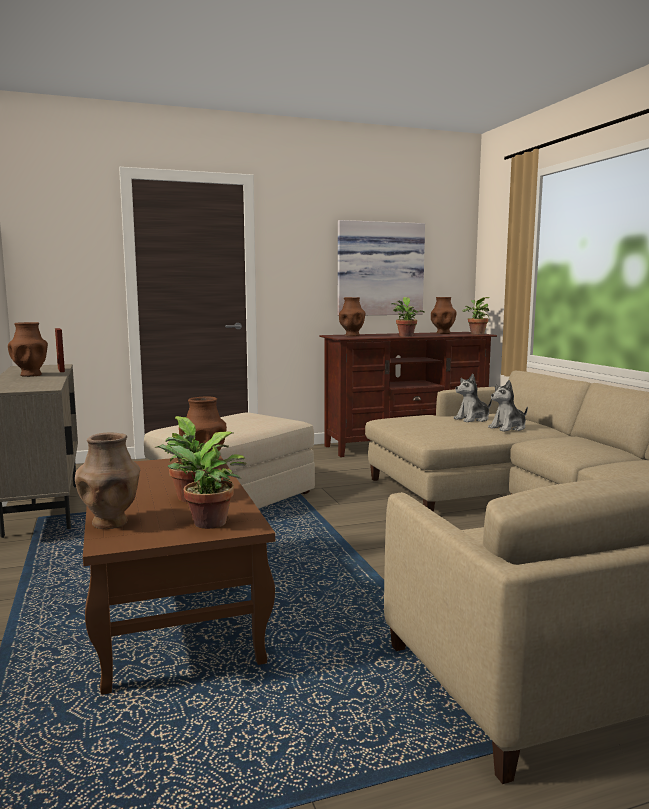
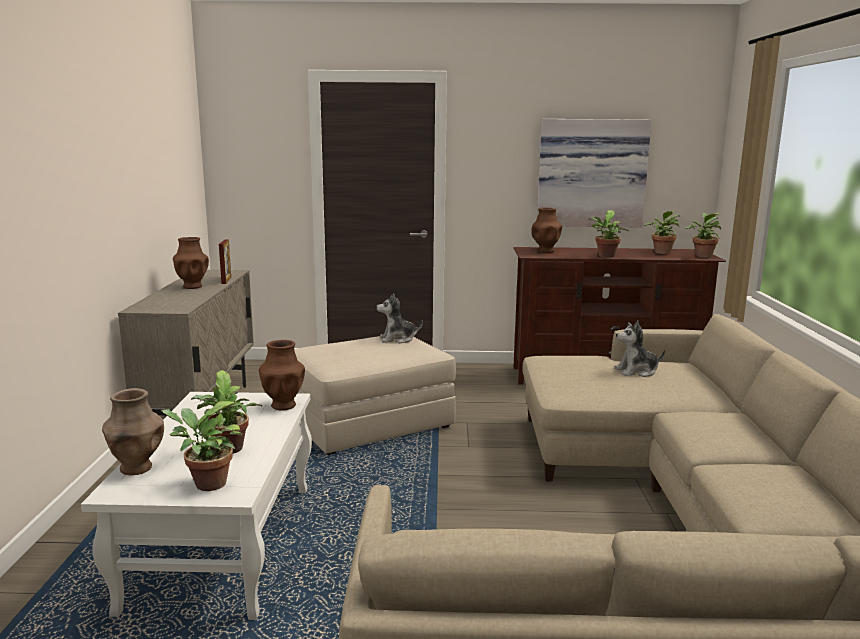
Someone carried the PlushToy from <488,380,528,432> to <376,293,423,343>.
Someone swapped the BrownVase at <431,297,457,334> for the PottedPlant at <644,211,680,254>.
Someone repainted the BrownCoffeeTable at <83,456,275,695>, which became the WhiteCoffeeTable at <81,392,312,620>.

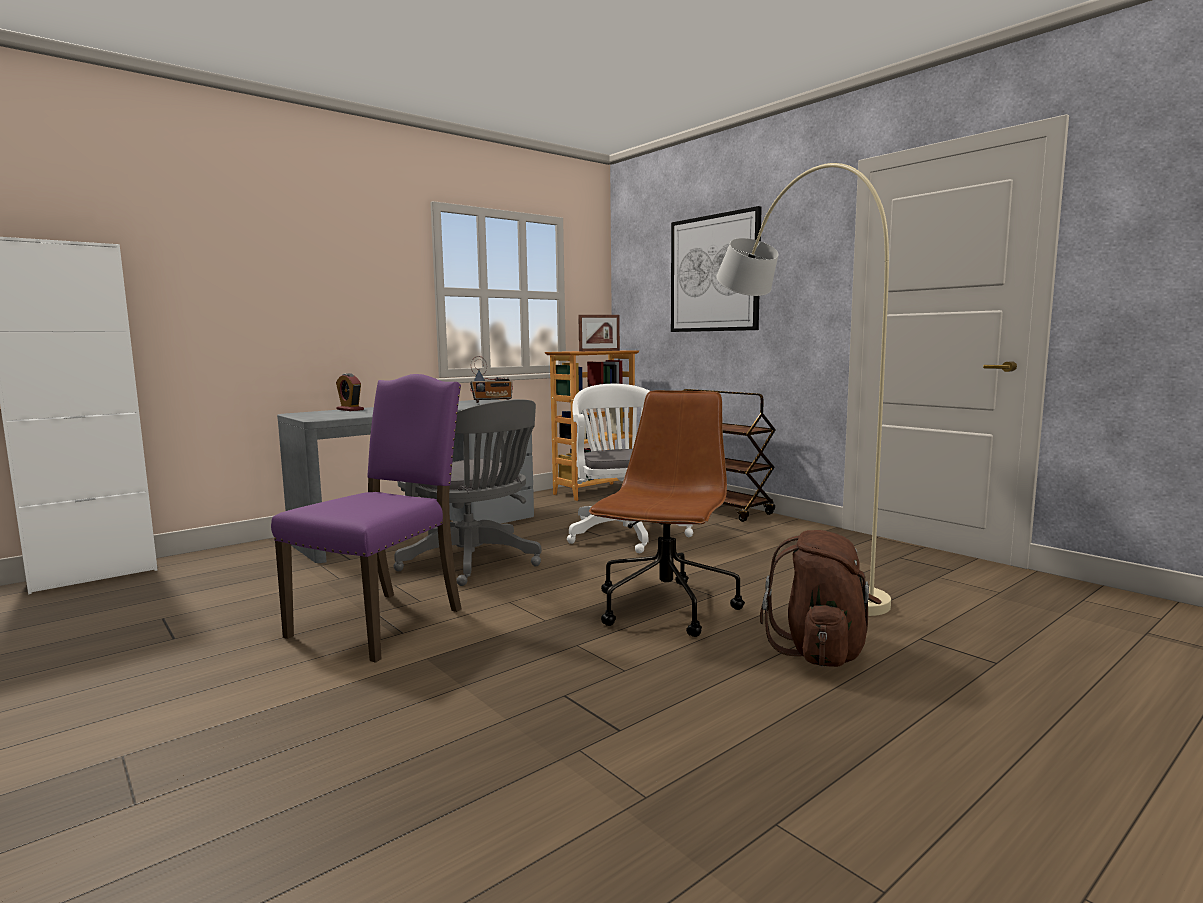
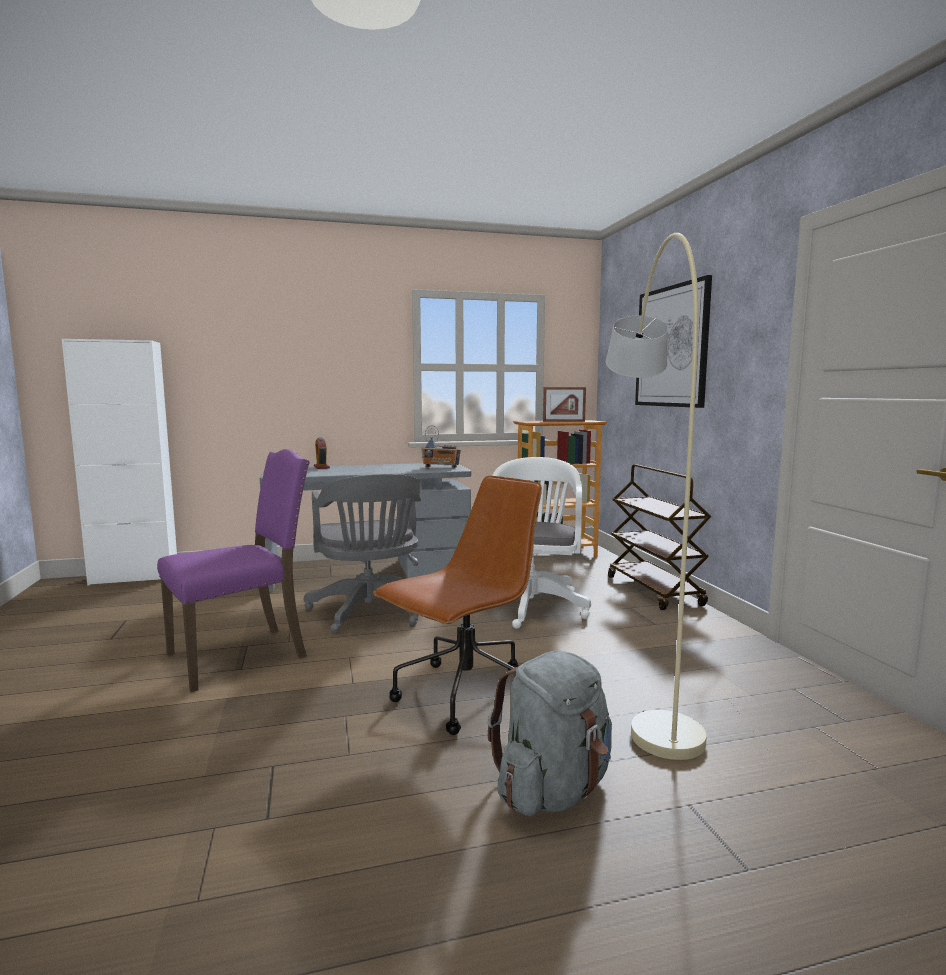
Someone repainted the BrownBackpack at <760,530,881,667>, which became the GreyBackpack at <488,650,612,816>.

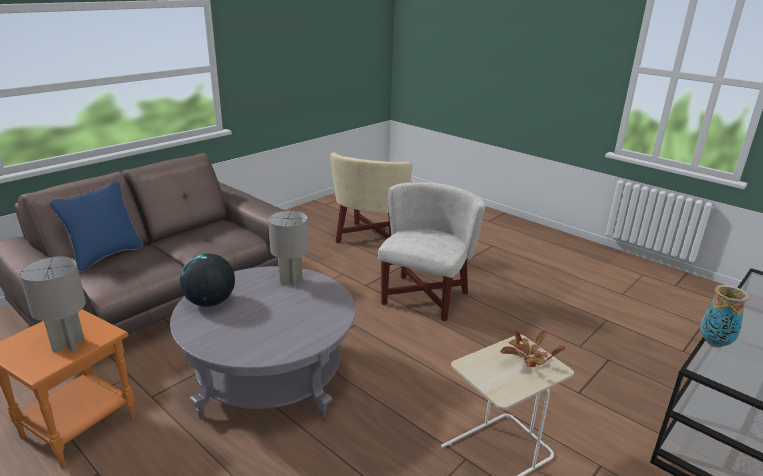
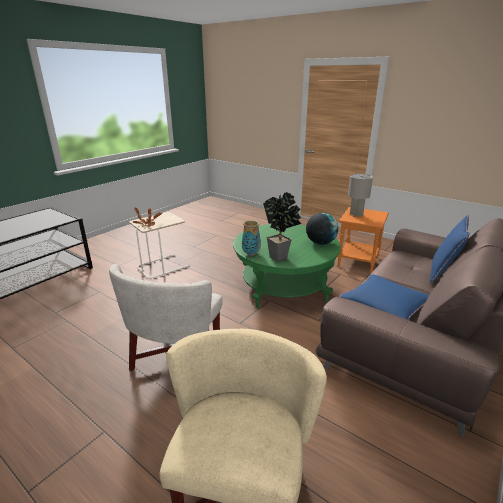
Someone put down the BluePillow at <339,274,429,320>.
Someone carried the Vase from <700,285,749,347> to <242,220,261,256>.
Someone swapped the GreyTableLamp at <268,210,309,287> for the PottedPlant at <263,192,301,262>.
Someone repainted the GreyCoffeeTable at <170,266,356,419>, which became the GreenCoffeeTable at <233,224,341,308>.

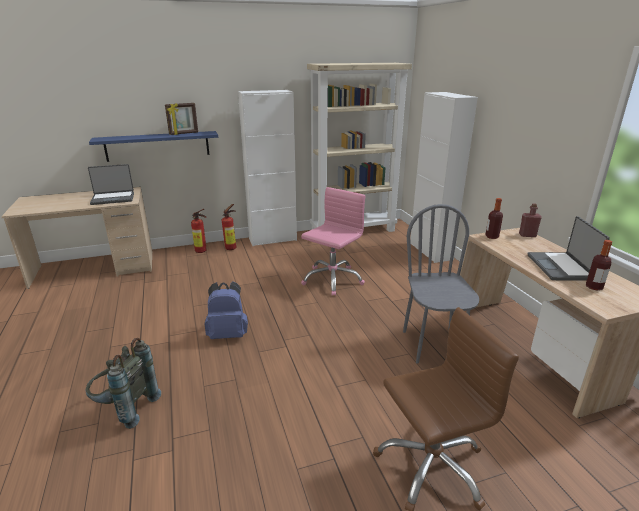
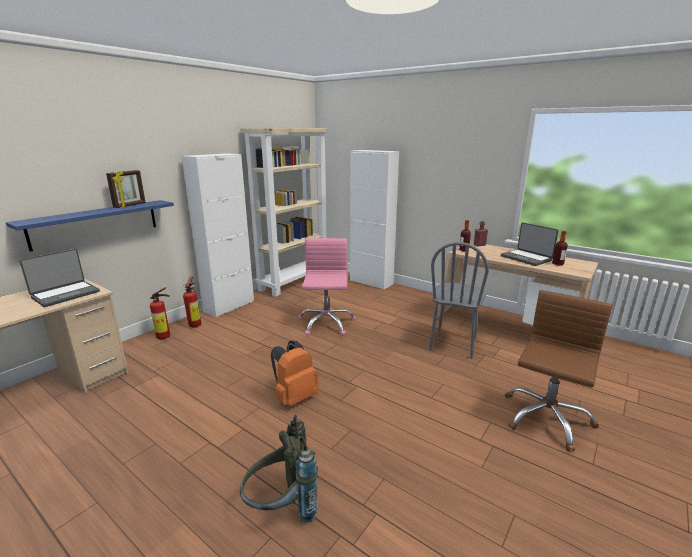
Someone repainted the BlueBackpack at <204,281,248,339>, which became the OrangeBackpack at <271,341,319,407>.
Someone rotated the GreyChair at <403,204,479,364> by 120 degrees counterclockwise.

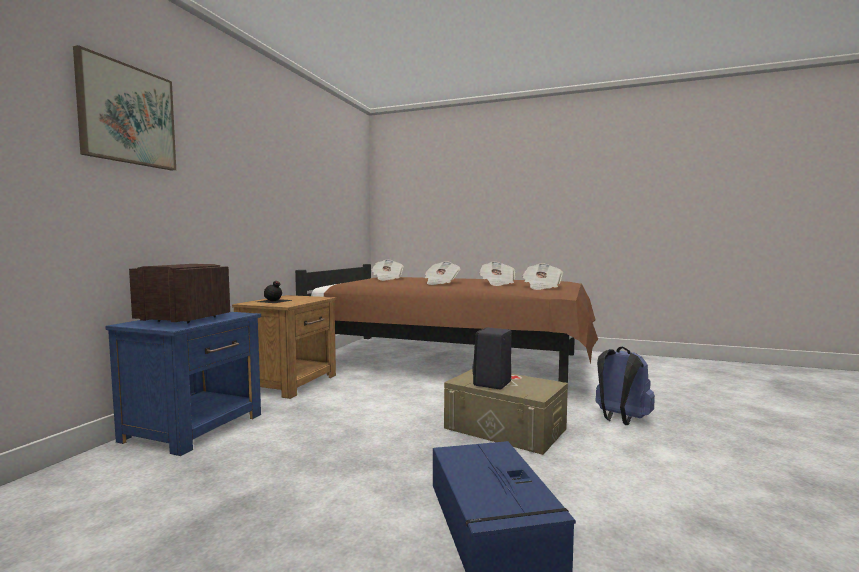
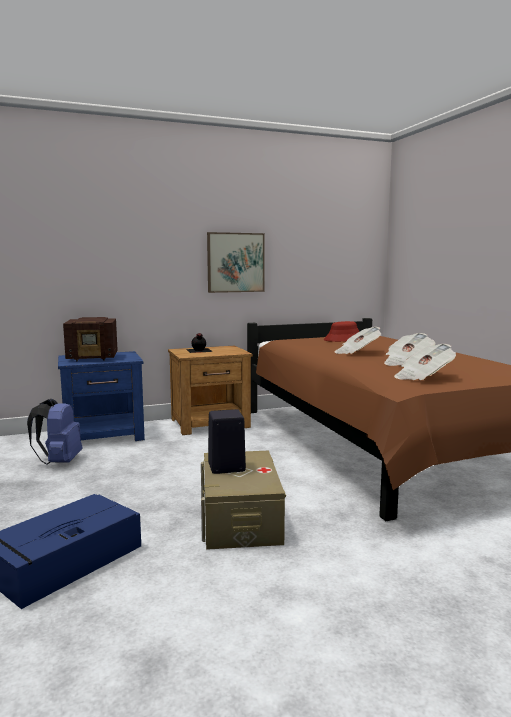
Someone carried the Picture from <73,45,176,170> to <207,232,265,293>.
Someone carried the BlueBackpack from <595,346,655,425> to <27,399,82,465>.
Someone swapped the Newspaper at <372,260,404,281> for the RedHat at <324,321,359,342>.
Someone rotated the Radio at <129,264,230,323> by 105 degrees clockwise.

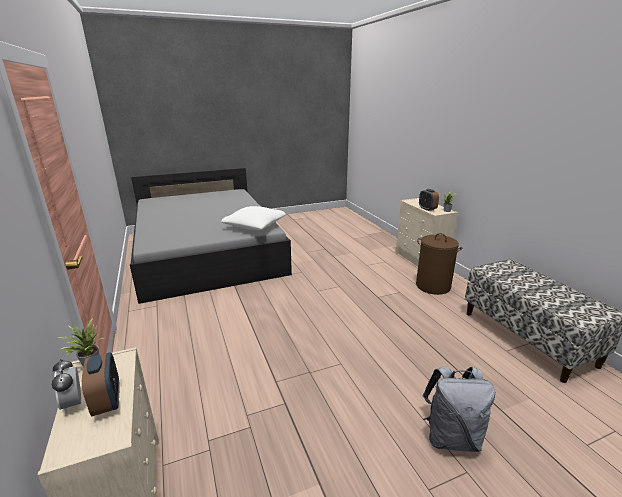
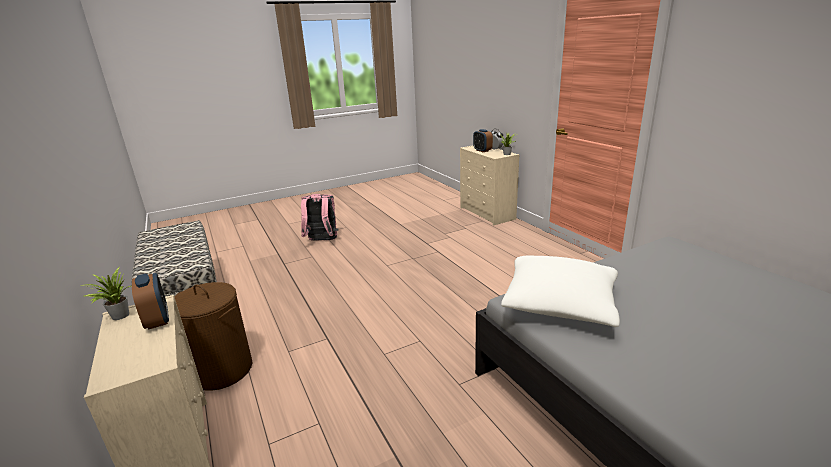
Someone repainted the GreyBackpack at <423,366,495,452>, which became the PinkBackpack at <301,194,338,241>.

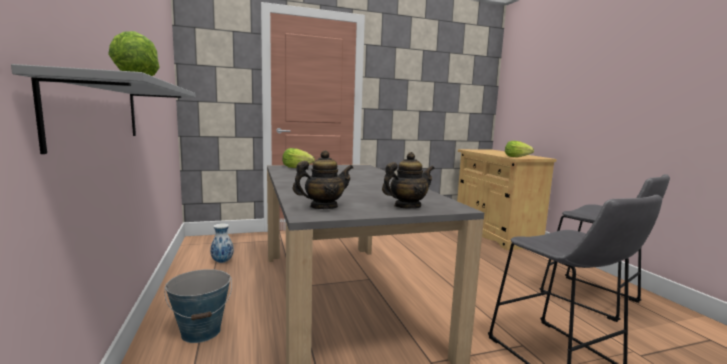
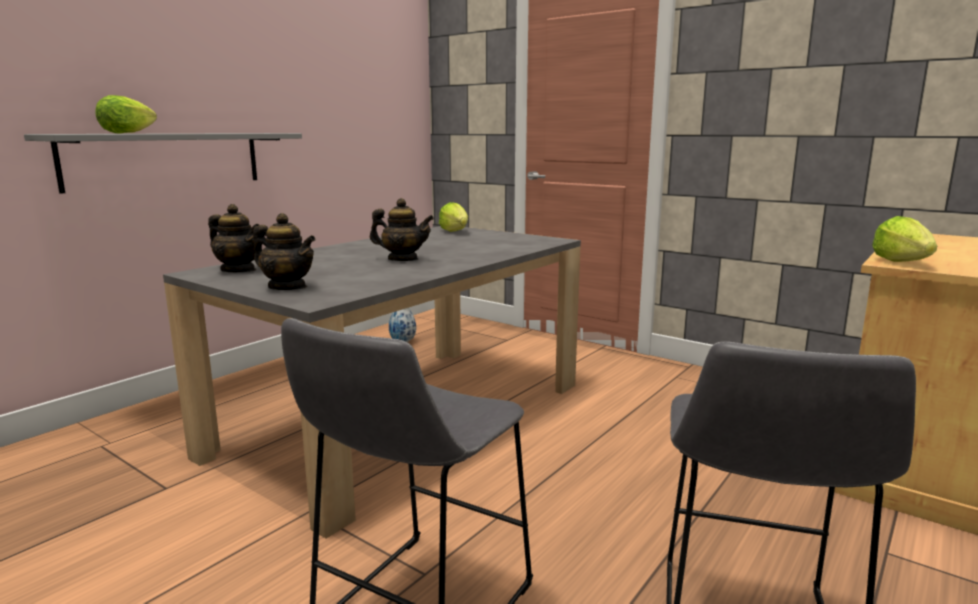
Someone took away the Bucket at <165,269,232,343>.
Someone put down the Teapot at <370,198,434,261>.

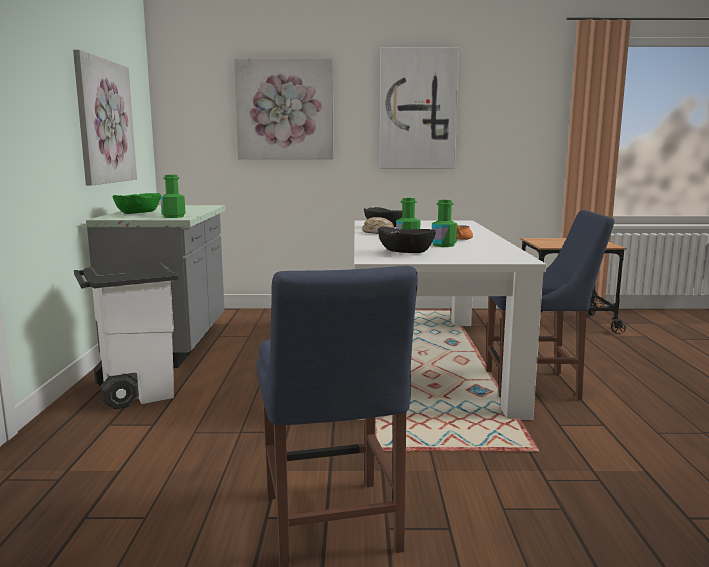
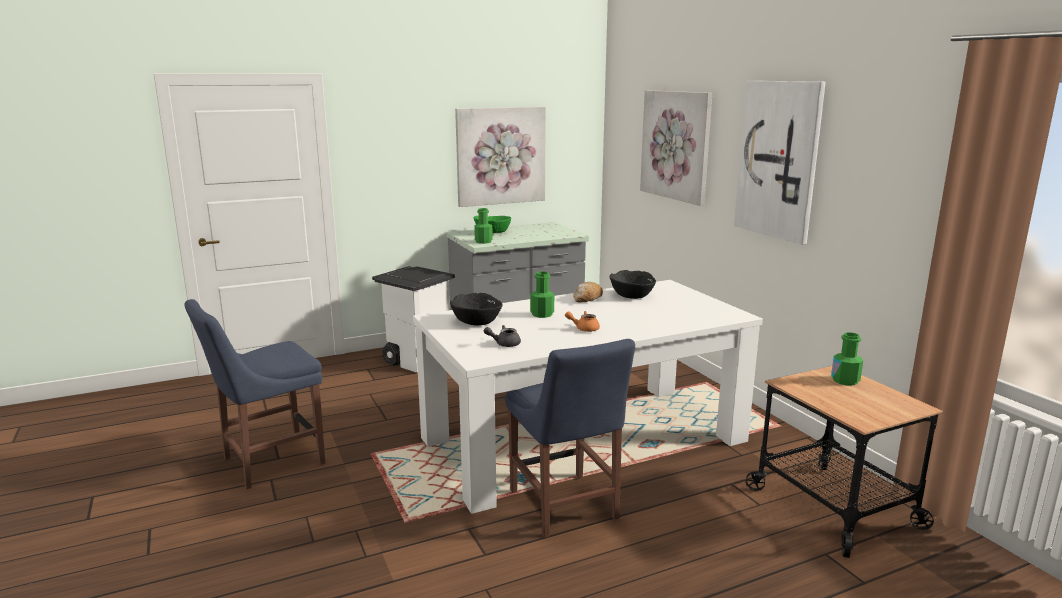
Someone put down the GreyTeapot at <484,325,521,347>.
Someone carried the GreenBottle from <432,200,457,247> to <831,332,863,386>.

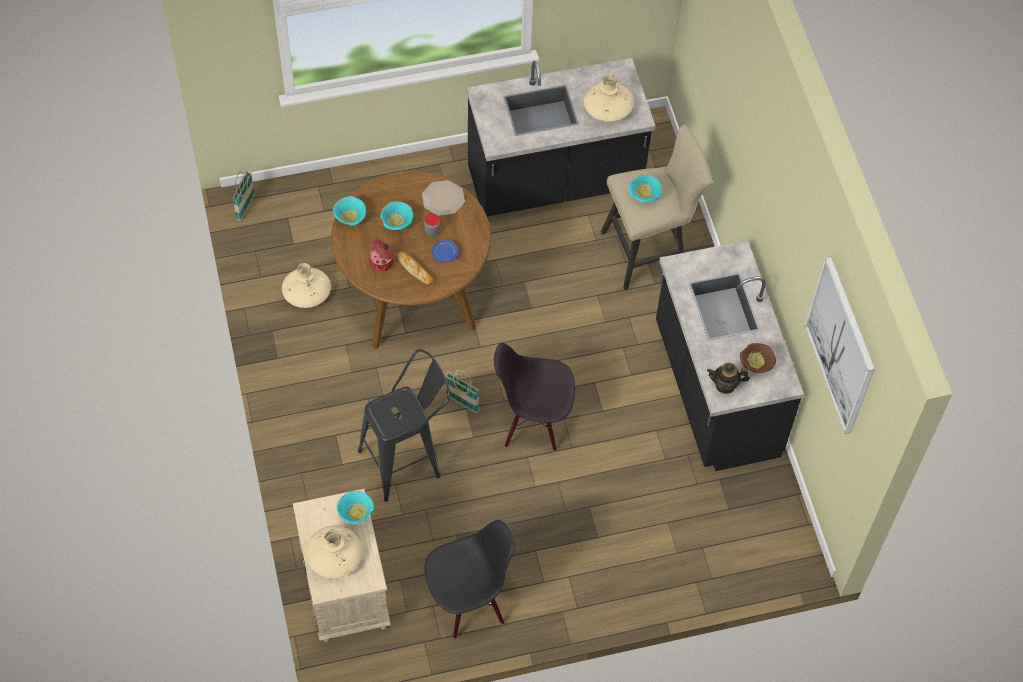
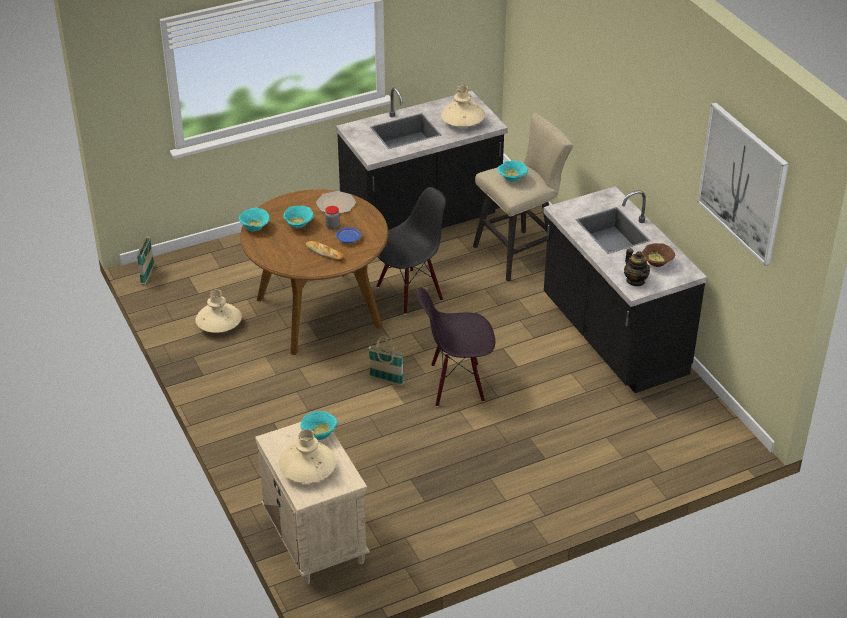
Someone took away the BlackStool at <358,349,450,502>.
Someone took away the CookingPot at <368,239,394,272>.
Someone carried the BlackChair from <425,520,515,639> to <376,187,446,315>.
Someone rotated the Teapot at <707,363,750,394> by 105 degrees counterclockwise.

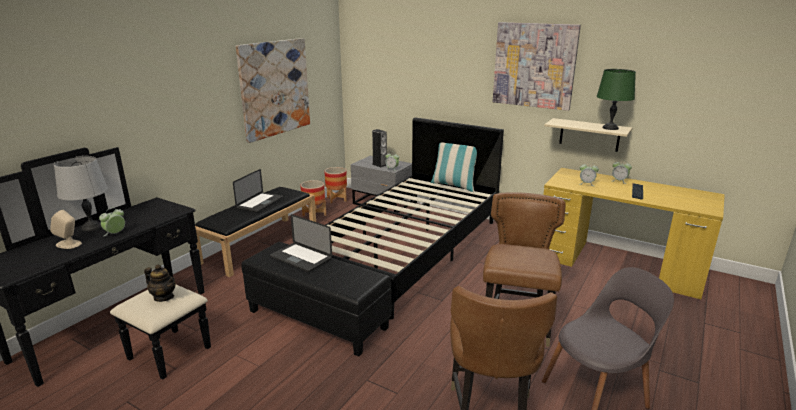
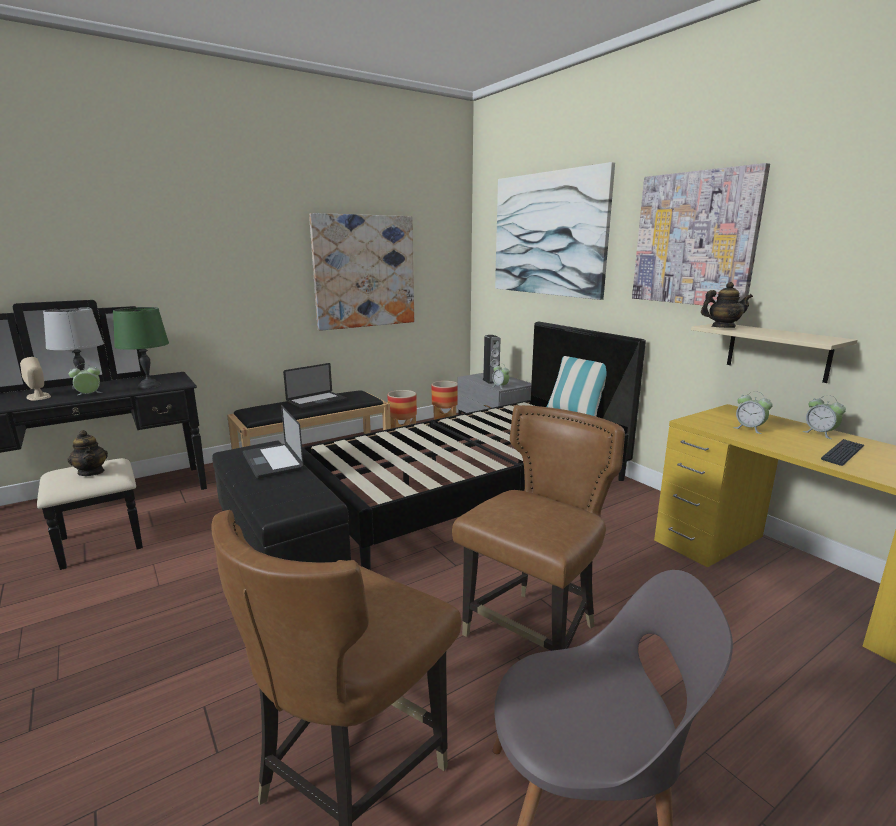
Someone put up the Picture at <495,162,615,300>.
Someone put down the Teapot at <701,282,753,328>.
Someone carried the GreenTableLamp from <597,69,636,130> to <113,307,169,388>.

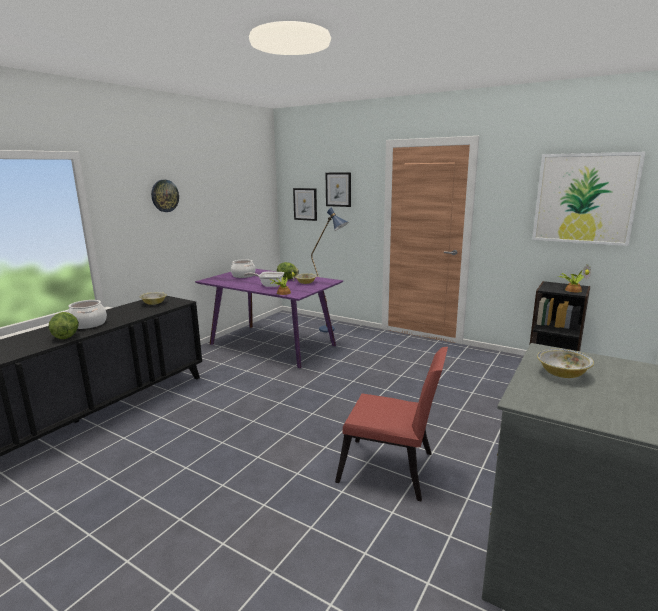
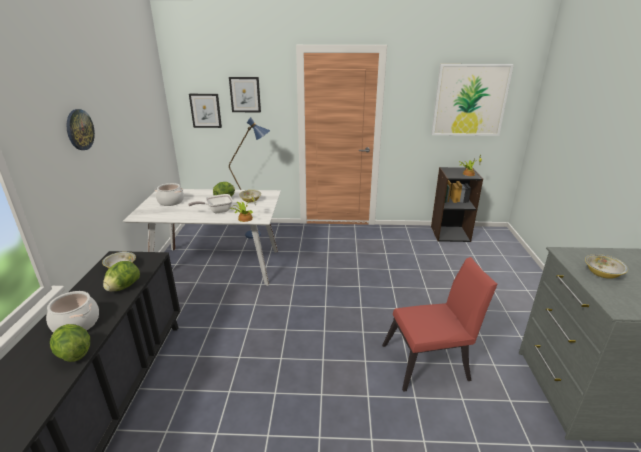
Someone put down the Lettuce at <103,261,140,292>.
Someone repainted the PurpleDiningTable at <195,269,344,368>, which became the WhiteDiningTable at <123,189,281,286>.

